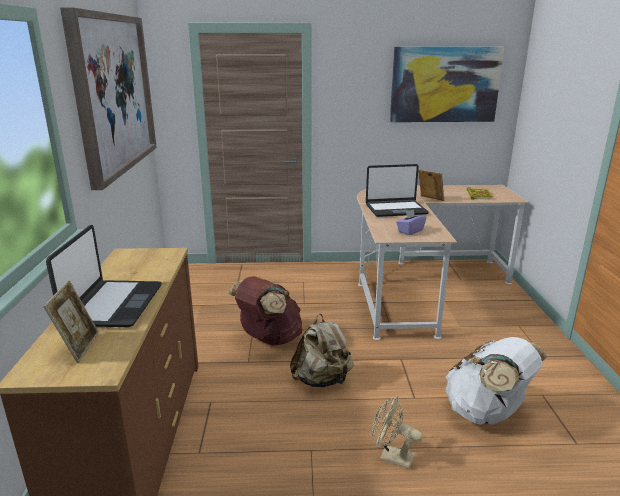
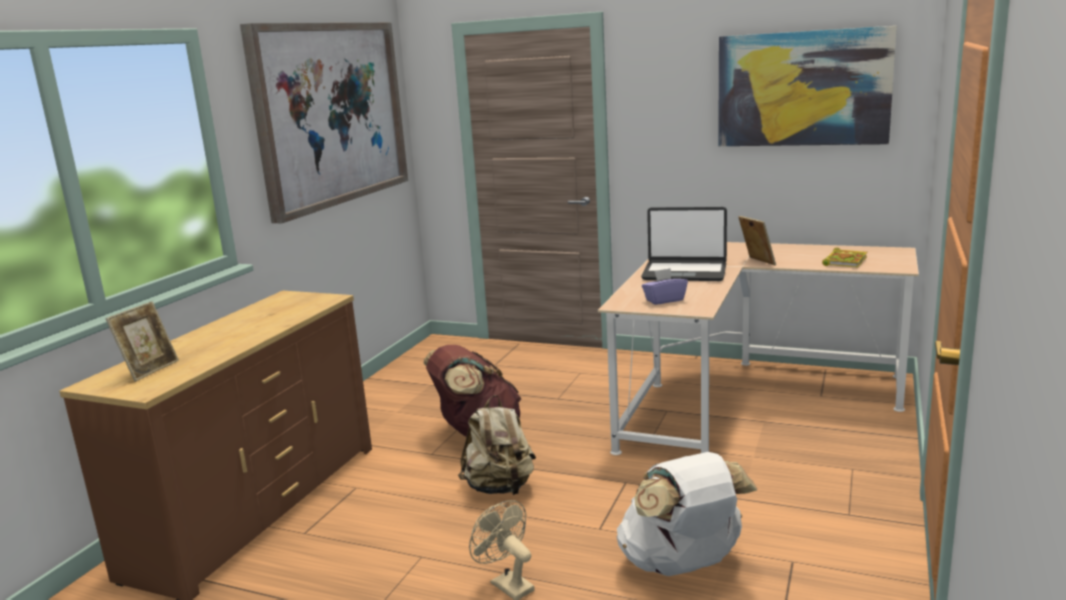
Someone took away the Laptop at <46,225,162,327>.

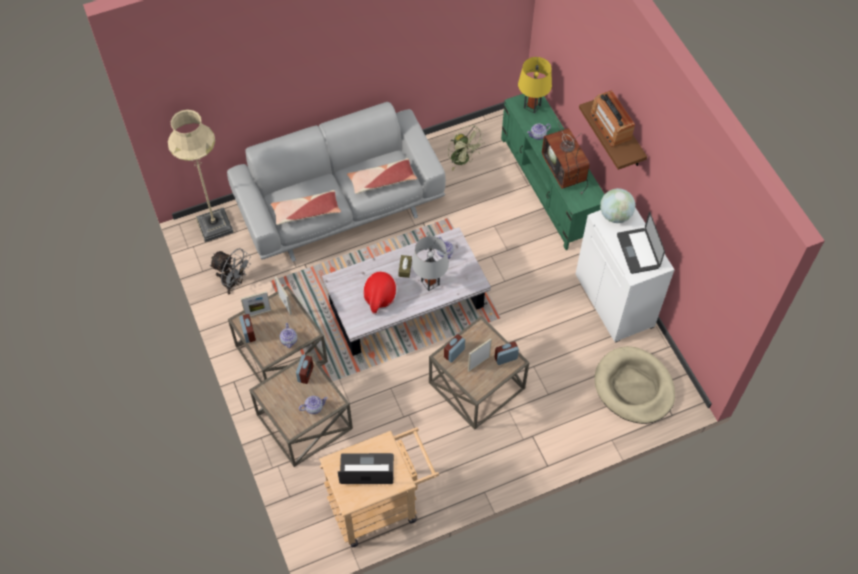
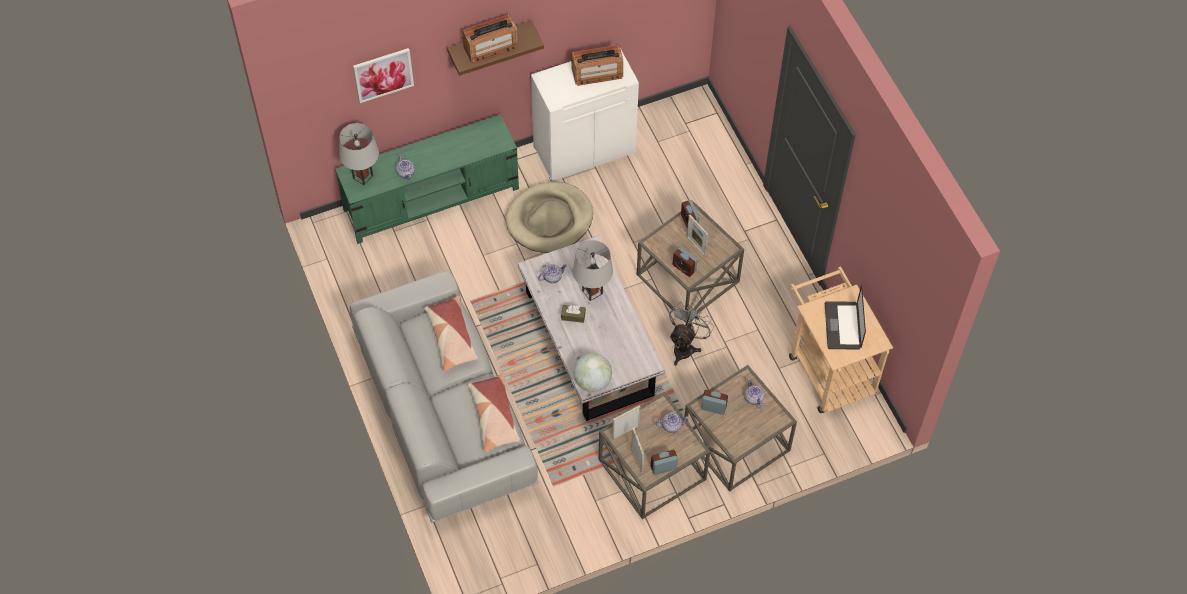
Someone took away the BeigeFloorLamp at <168,109,234,242>.
Someone took away the Hat at <363,271,398,315>.
Someone took away the GreenFan at <448,125,484,170>.
Someone took away the Television at <542,120,589,194>.
Someone put up the Picture at <353,48,414,103>.
Someone carried the GreyFan from <210,248,251,294> to <669,302,714,365>.
Someone carried the BeigeDogBed from <594,346,675,424> to <505,182,593,253>.
Someone carried the Globe from <600,188,635,223> to <574,353,612,392>.
Someone swapped the Laptop at <617,212,665,274> for the Radio at <572,45,623,86>.
Someone repainted the YellowTableLamp at <518,57,552,114>, which became the GreyTableLamp at <339,123,379,185>.

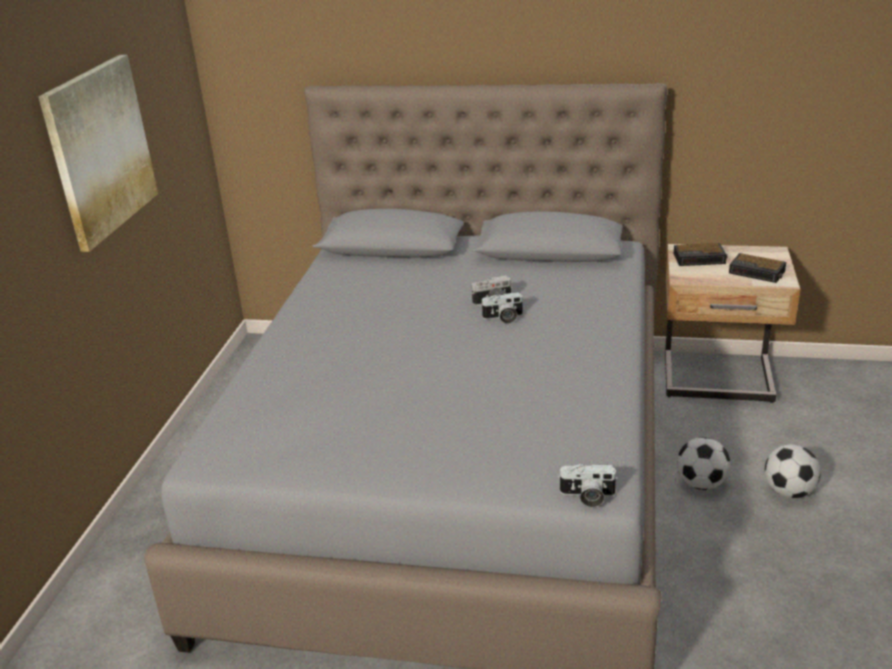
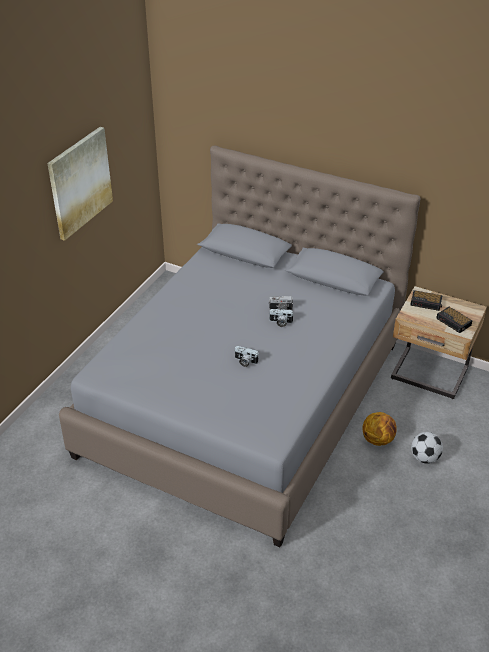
Someone carried the PhotoCamera from <558,464,618,507> to <235,346,259,367>.
Someone swapped the Football at <677,437,730,490> for the Basketball at <362,412,397,446>.

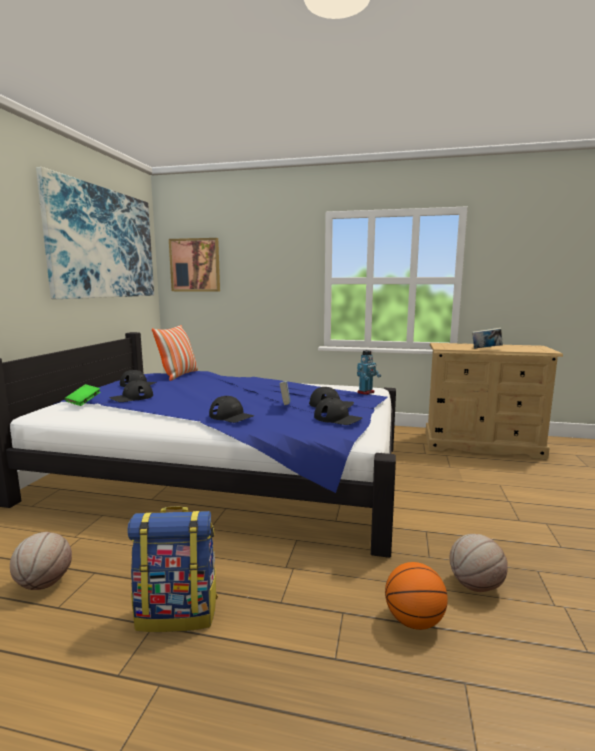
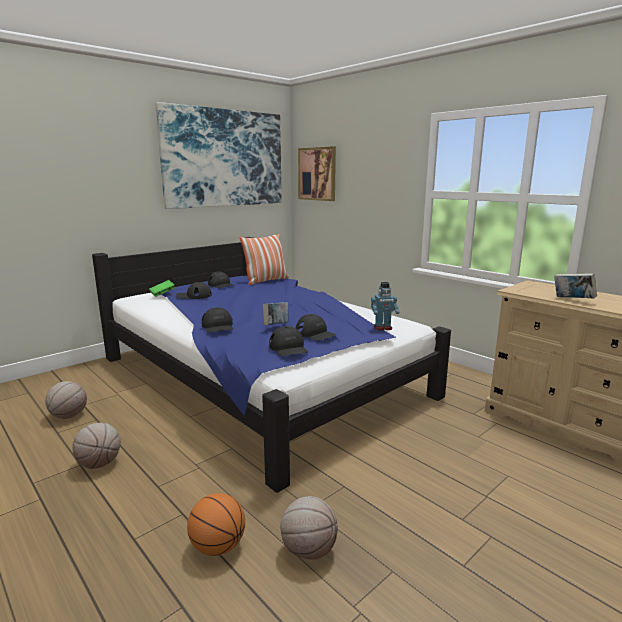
Someone swapped the Backpack at <127,506,218,632> for the Basketball at <72,423,121,469>.

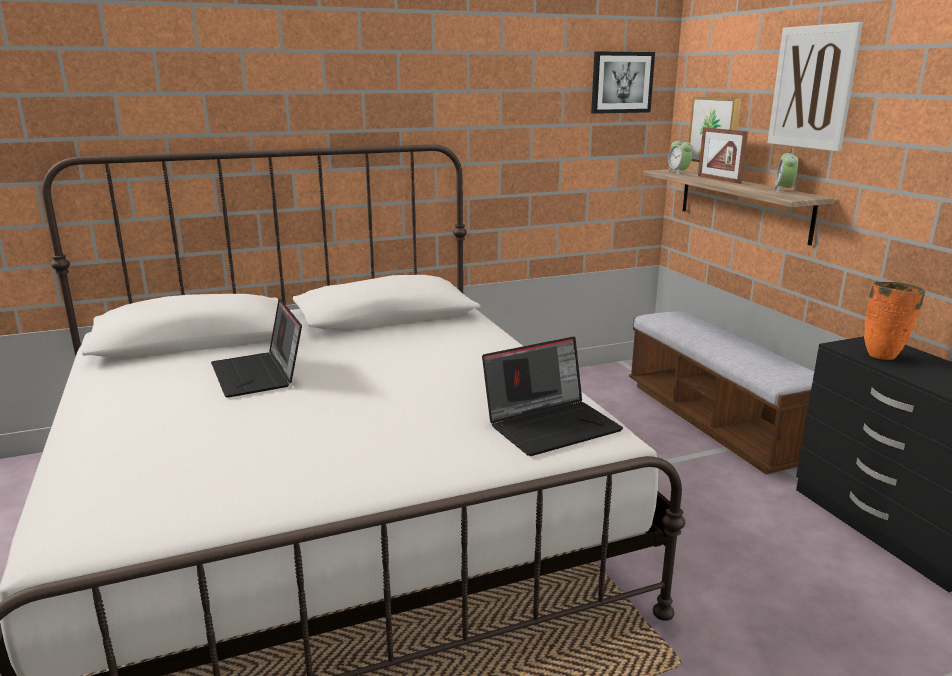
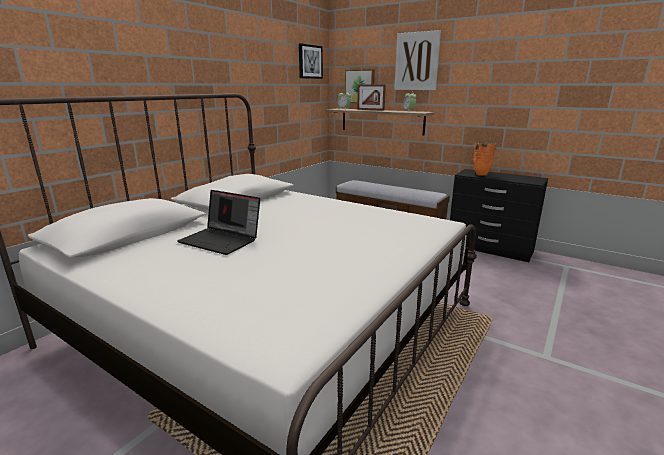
Someone took away the Laptop at <482,336,623,456>.

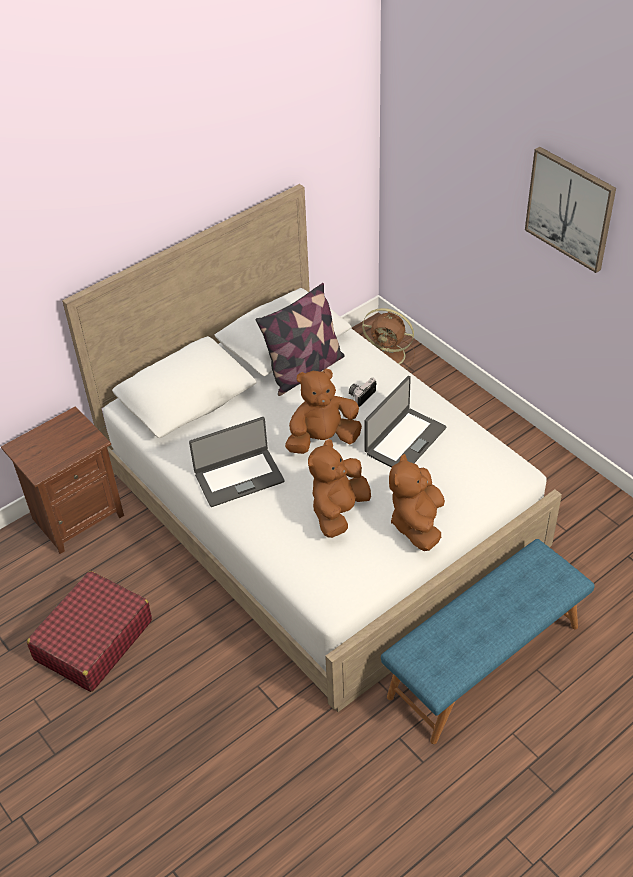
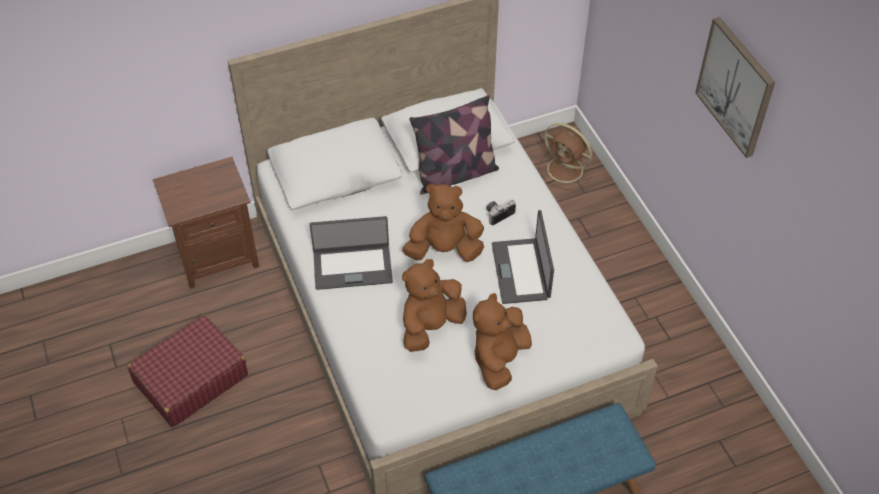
Someone rotated the Laptop at <364,376,447,468> by 120 degrees clockwise.

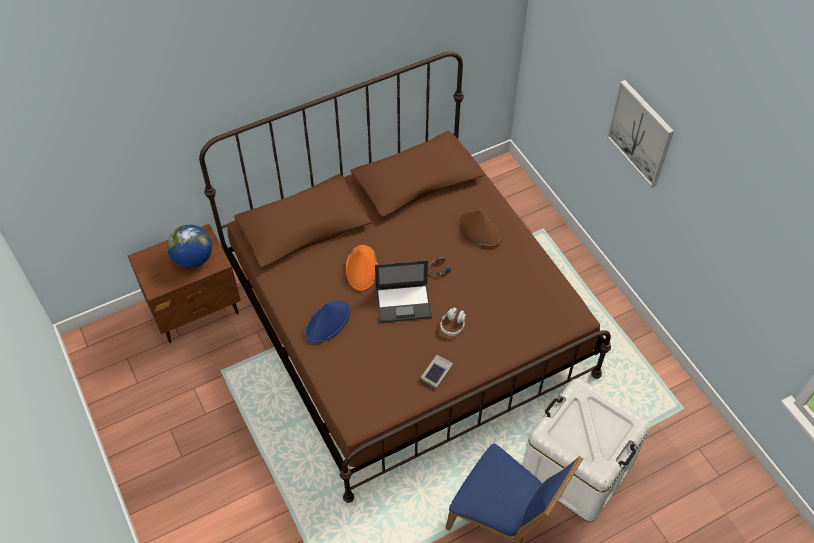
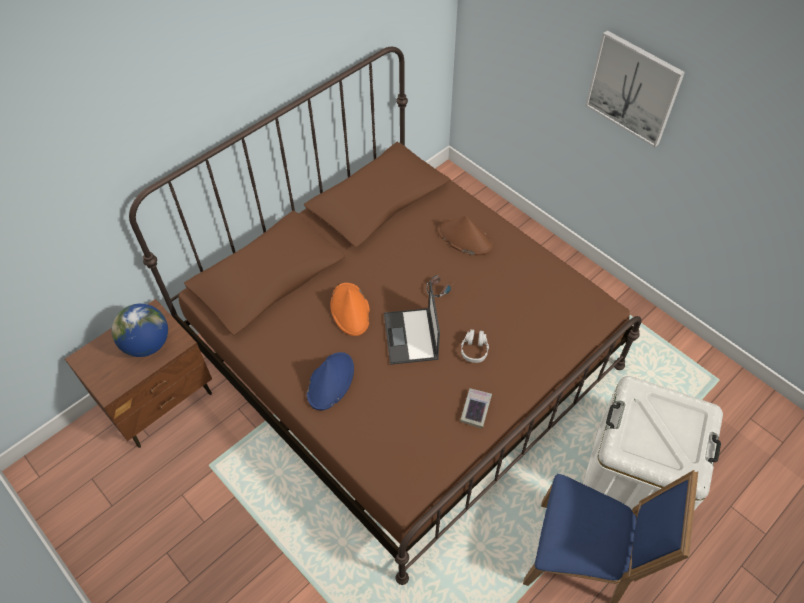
Someone rotated the Laptop at <375,260,432,323> by 105 degrees clockwise.

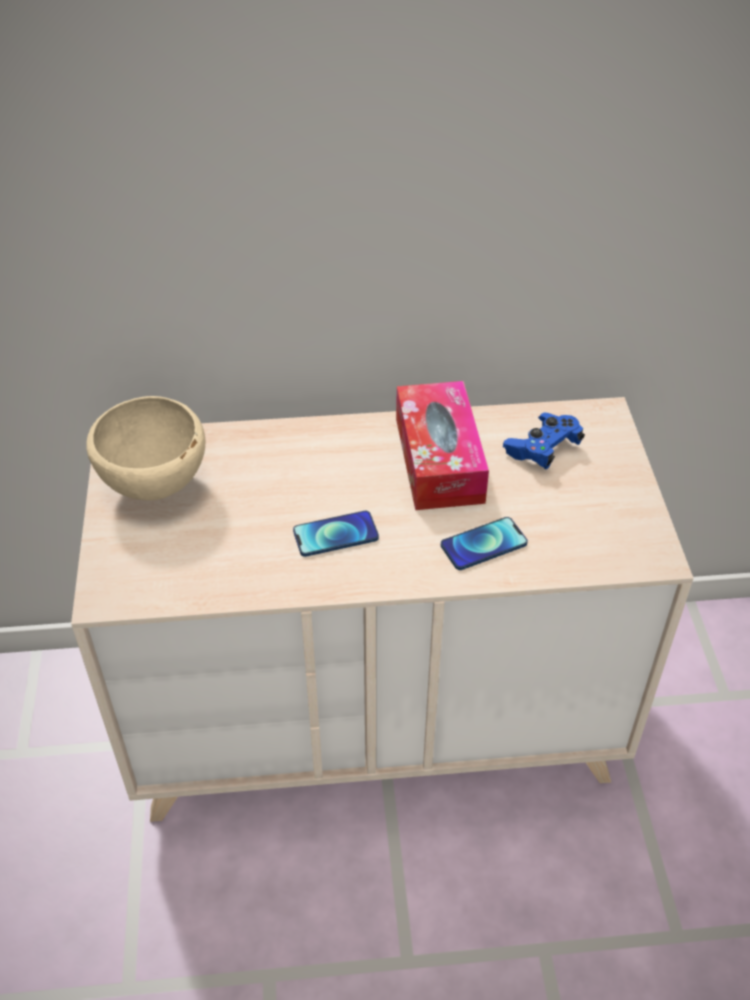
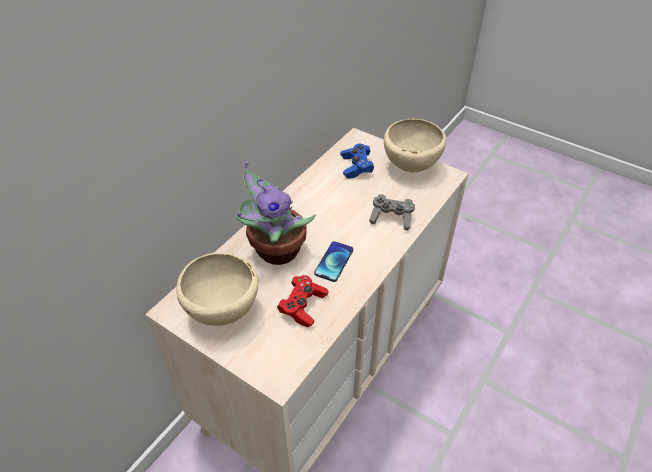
Someone took away the TissueBox at <396,381,489,510>.
Someone put down the PottedPlant at <235,161,316,265>.
Someone put down the RedGameController at <277,275,328,328>.
Someone put down the BeigeBowl at <384,119,446,172>.
Someone swapped the Phone at <441,517,528,570> for the GreyGameController at <369,194,415,230>.

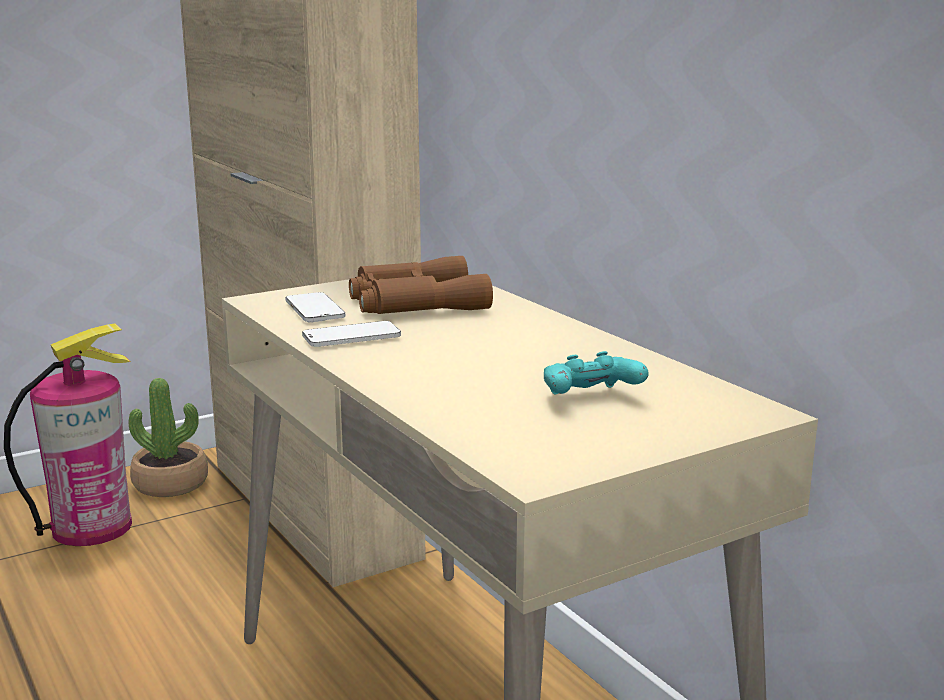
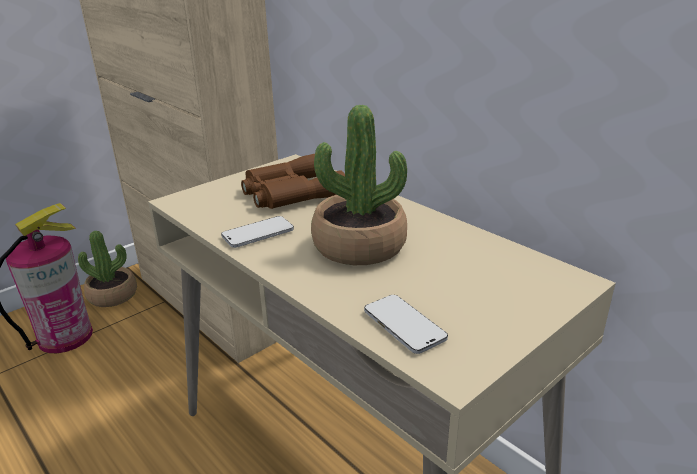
Someone took away the TurquoiseGameController at <544,351,649,395>.
Someone put down the PottedPlant at <311,105,407,265>.
Someone carried the Phone from <285,292,345,323> to <364,295,448,354>.

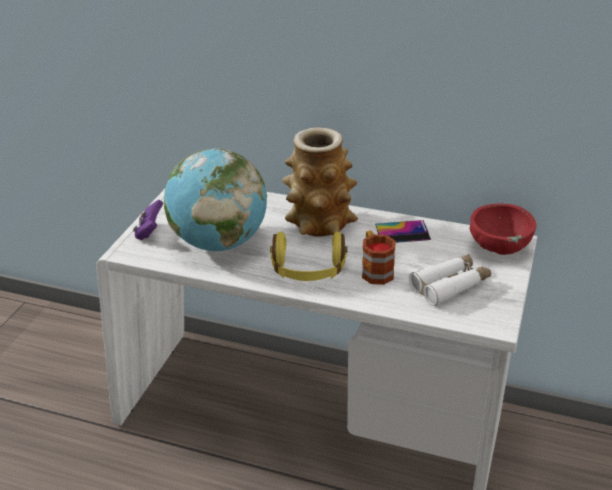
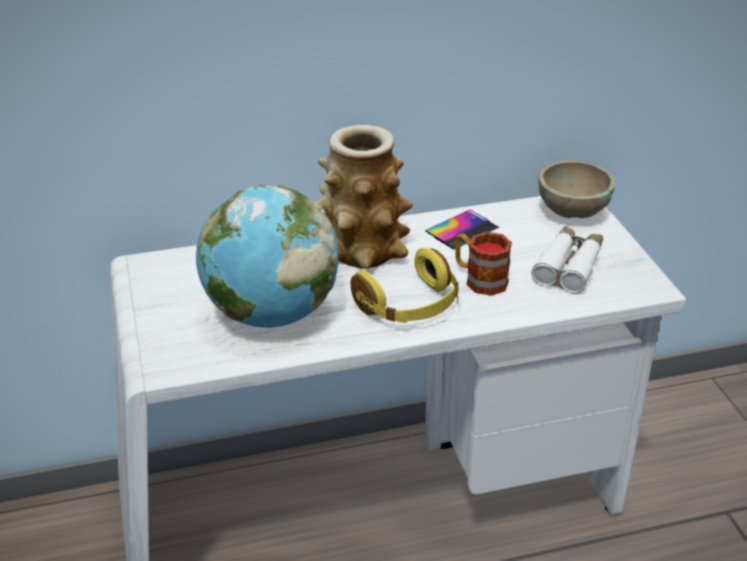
Someone took away the PurpleGameController at <133,200,163,240>.
Someone repainted the RedBowl at <470,203,537,255>, which became the BeigeBowl at <538,160,615,218>.

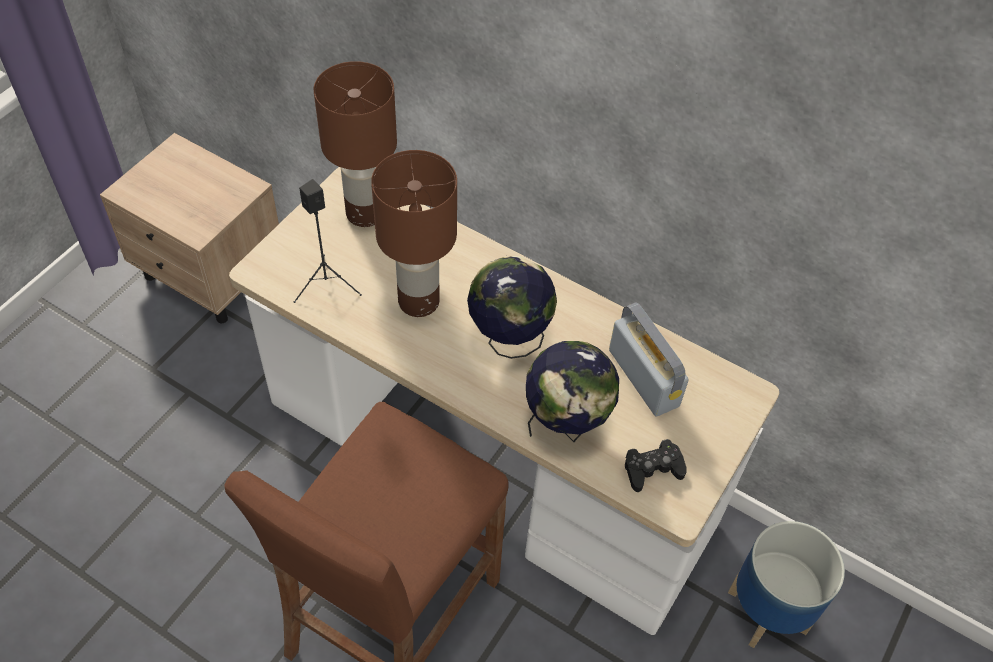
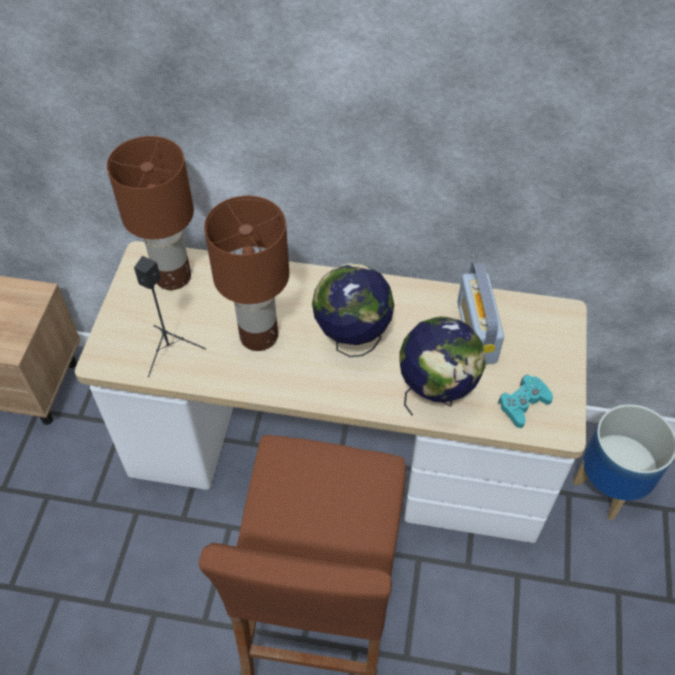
Someone repainted the BlackGameController at <625,439,687,492>, which became the TurquoiseGameController at <498,375,553,428>.
Someone rotated the Radio at <609,303,689,416> by 135 degrees counterclockwise.

